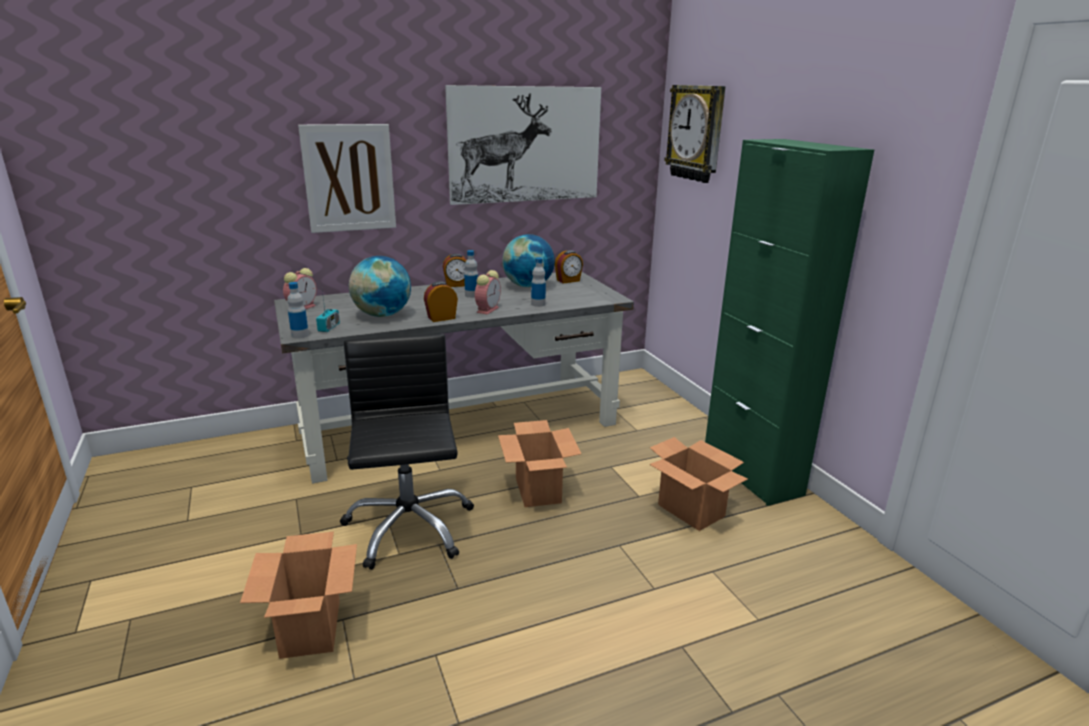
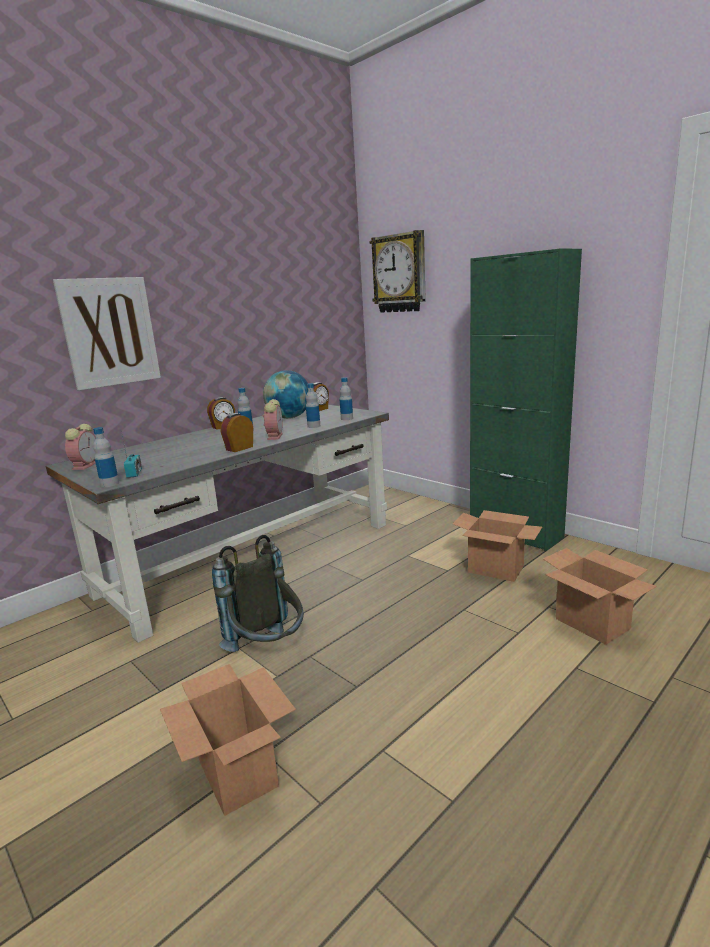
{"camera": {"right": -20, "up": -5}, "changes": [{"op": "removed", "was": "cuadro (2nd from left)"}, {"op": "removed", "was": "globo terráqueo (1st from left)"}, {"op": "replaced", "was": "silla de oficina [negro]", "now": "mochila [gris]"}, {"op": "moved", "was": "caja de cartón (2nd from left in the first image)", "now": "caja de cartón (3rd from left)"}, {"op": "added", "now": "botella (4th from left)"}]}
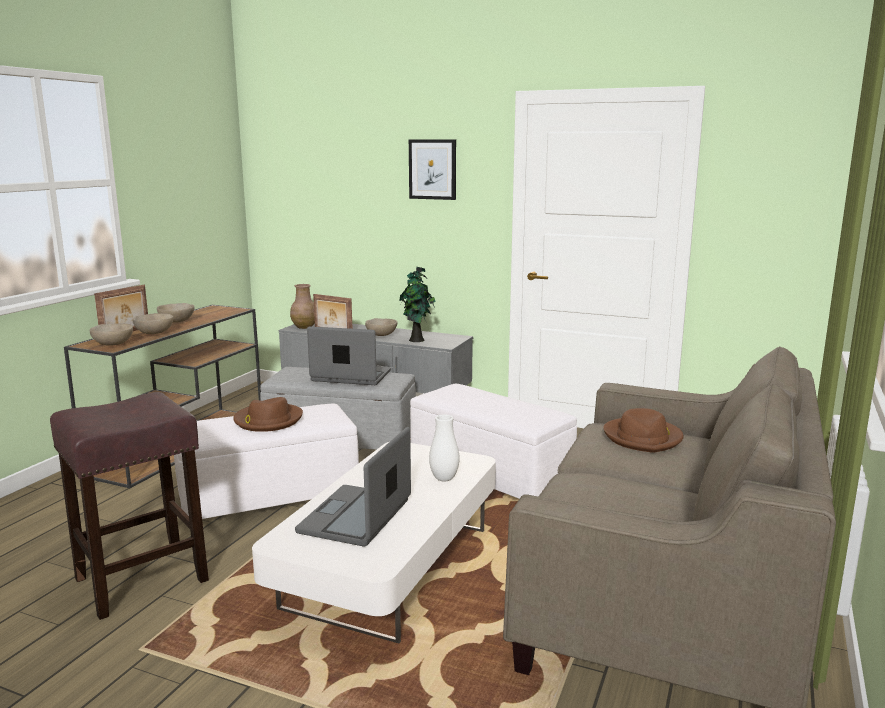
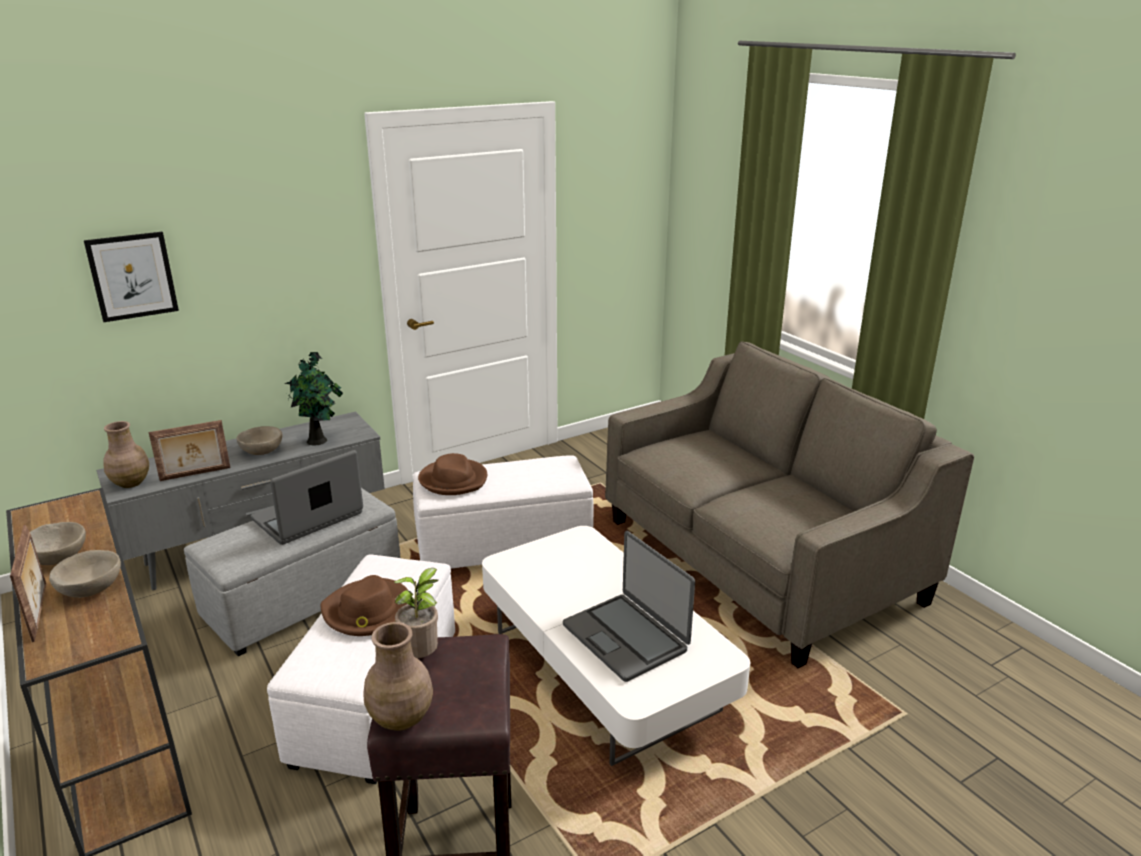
{"camera": {"right": -55, "up": 10}, "changes": [{"op": "moved", "was": "cuadro"}, {"op": "removed", "was": "cuenco [beis] (1st from left)"}, {"op": "moved", "was": "sombrero [marrón] (2nd from left)"}, {"op": "removed", "was": "florero [blanco]"}, {"op": "added", "now": "planta en maceta (2nd from left)"}, {"op": "added", "now": "florero [marrón] (2nd from left)"}]}
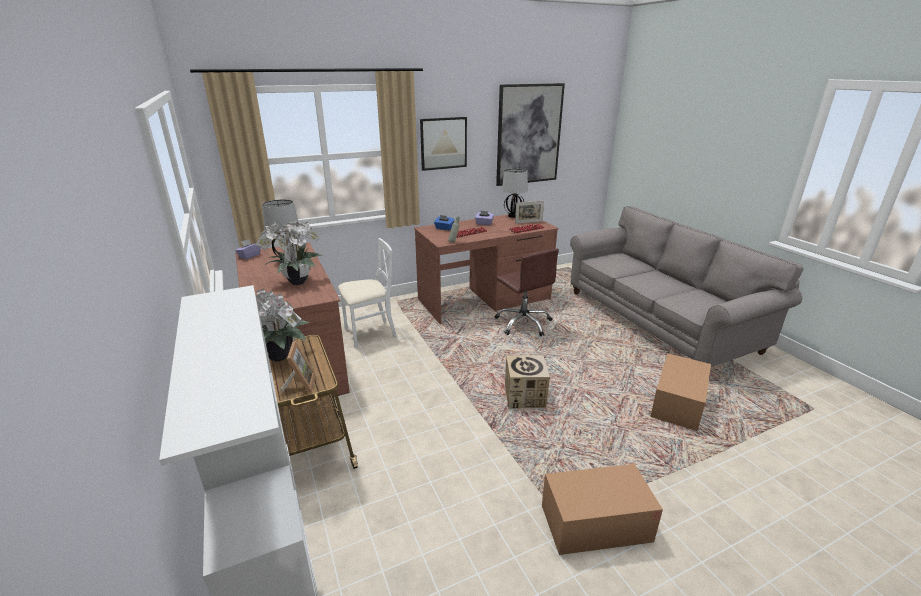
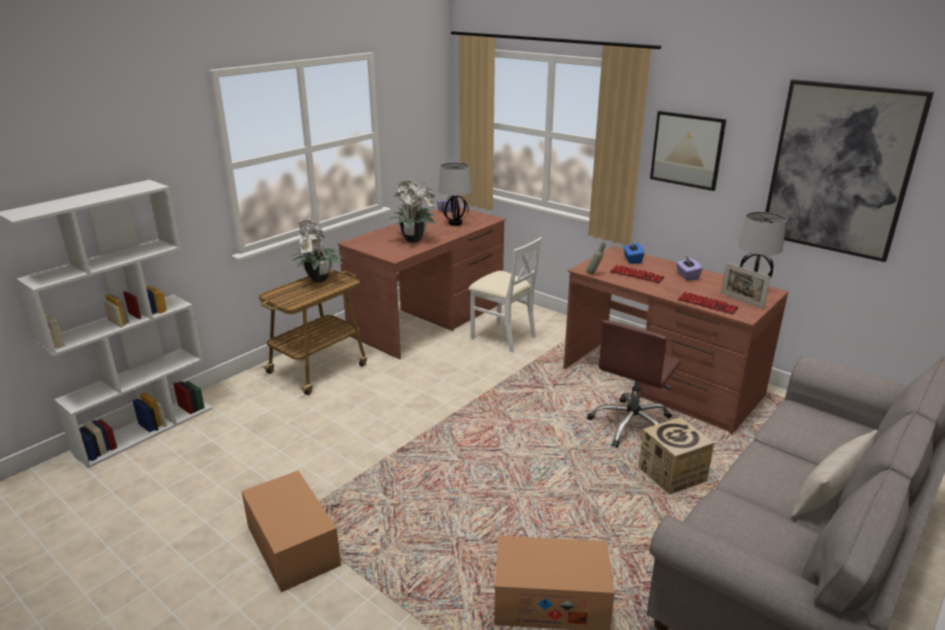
{"camera": {"right": 65, "up": 0}, "changes": [{"op": "removed", "was": "portarretratos (1st from left)"}, {"op": "moved", "was": "caja de cartón (1st from left in the first image)", "now": "caja de cartón (3rd from left)"}, {"op": "added", "now": "cojín [beis]"}]}
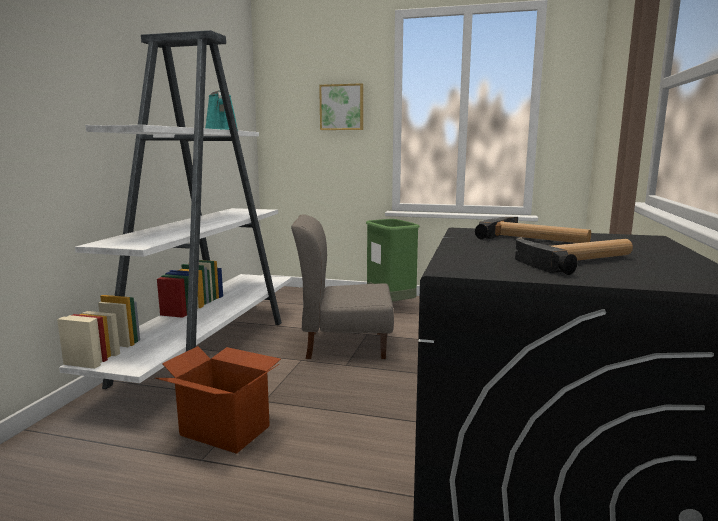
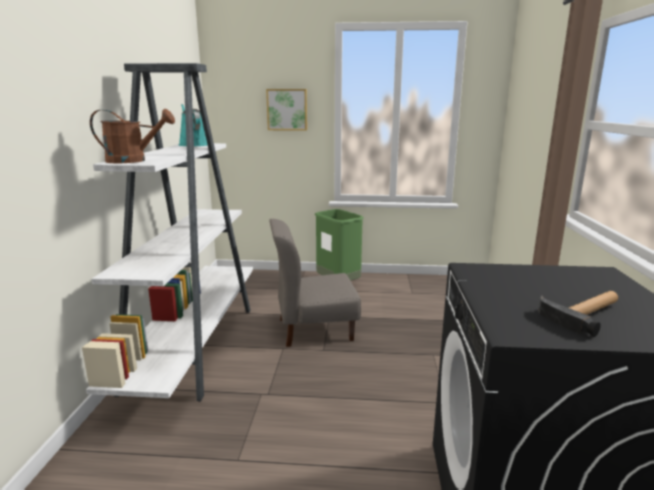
{"camera": {"right": -10, "up": 5}, "changes": [{"op": "removed", "was": "martillo (1st from left)"}, {"op": "removed", "was": "caja de cartón"}, {"op": "added", "now": "regadera [marrón]"}]}
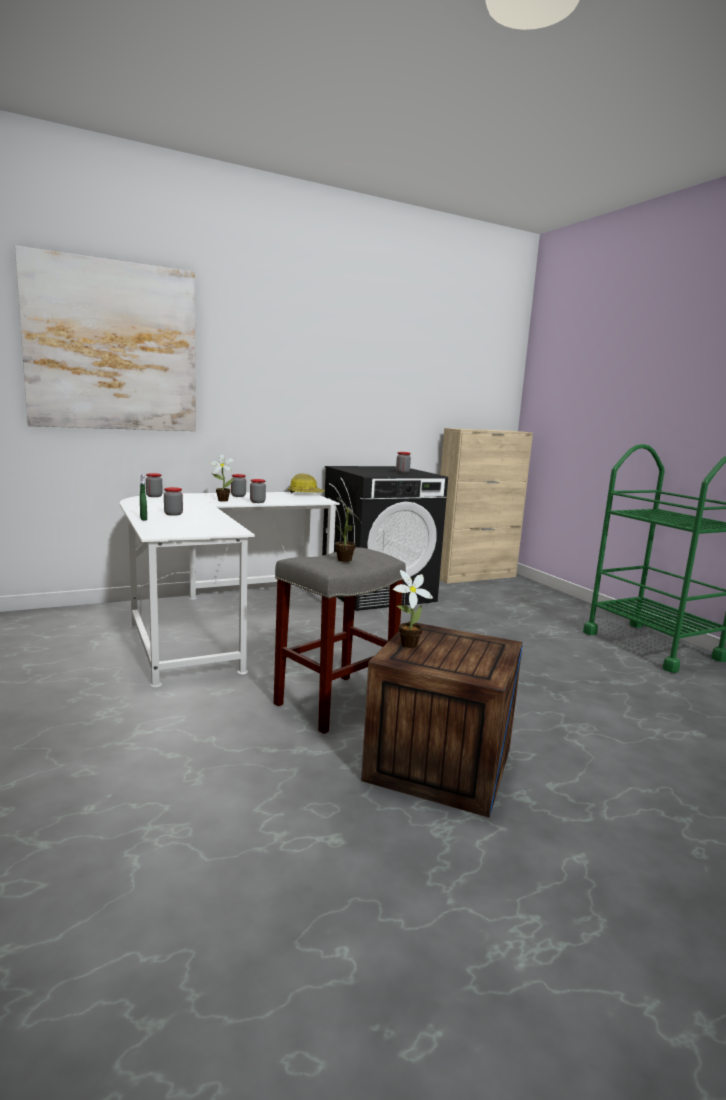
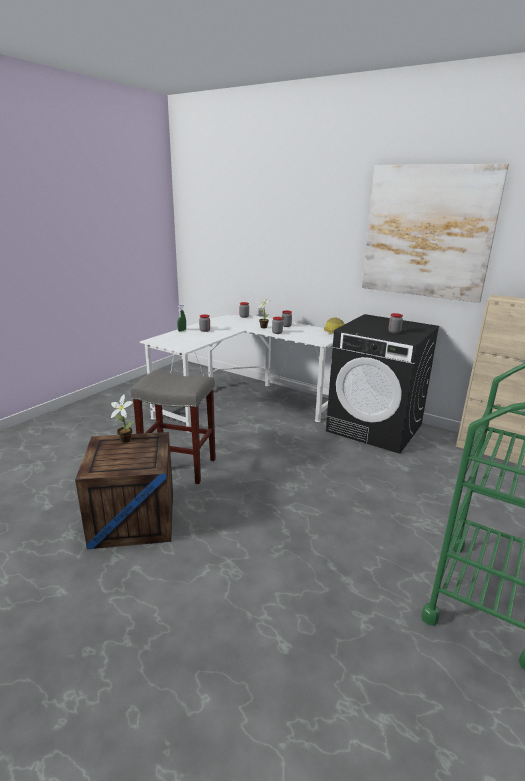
{"camera": {"right": 60, "up": 10}, "changes": [{"op": "moved", "was": "cuadro"}, {"op": "removed", "was": "planta en maceta (2nd from left)"}]}
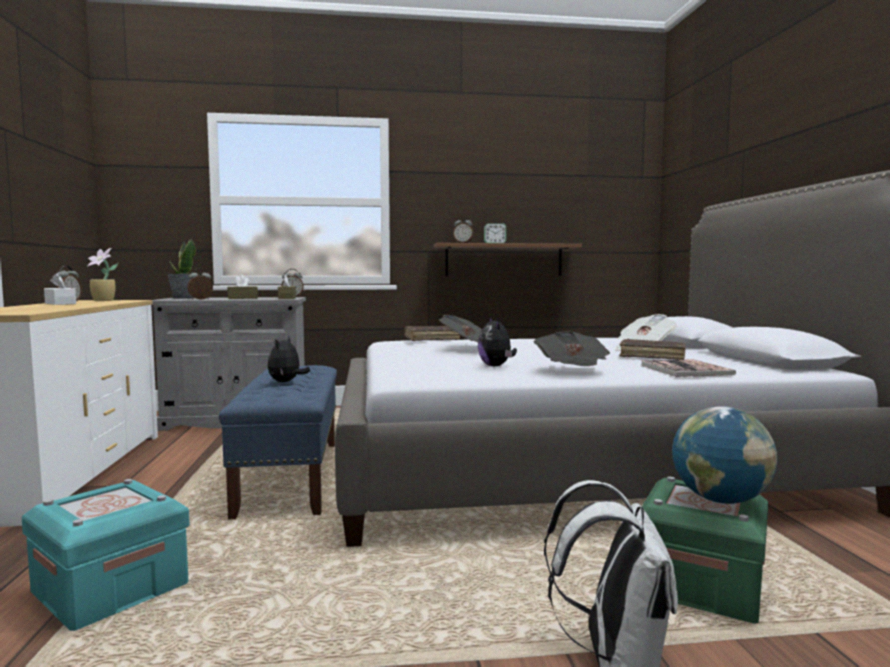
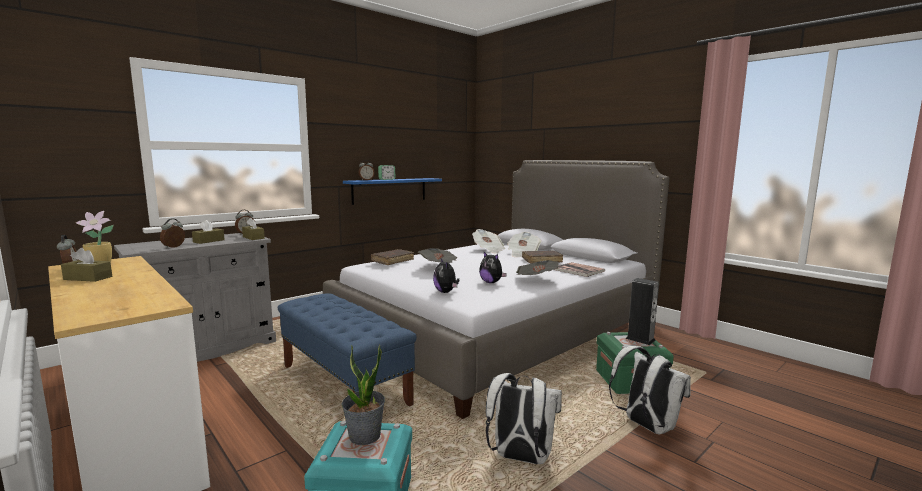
{"camera": {"right": -35, "up": 5}, "changes": [{"op": "moved", "was": "planta en maceta (2nd from left)"}, {"op": "recoloured", "was": "estante [marrón]", "now": "estante [azul]"}, {"op": "recoloured", "was": "caja de pañuelos [blanco]", "now": "caja de pañuelos [marrón] (1st from left)"}, {"op": "moved", "was": "peluche (1st from left)"}, {"op": "replaced", "was": "globo terráqueo", "now": "altavoz"}, {"op": "added", "now": "periódico (2nd from left)"}, {"op": "added", "now": "mochila [blanco] (1st from left)"}]}
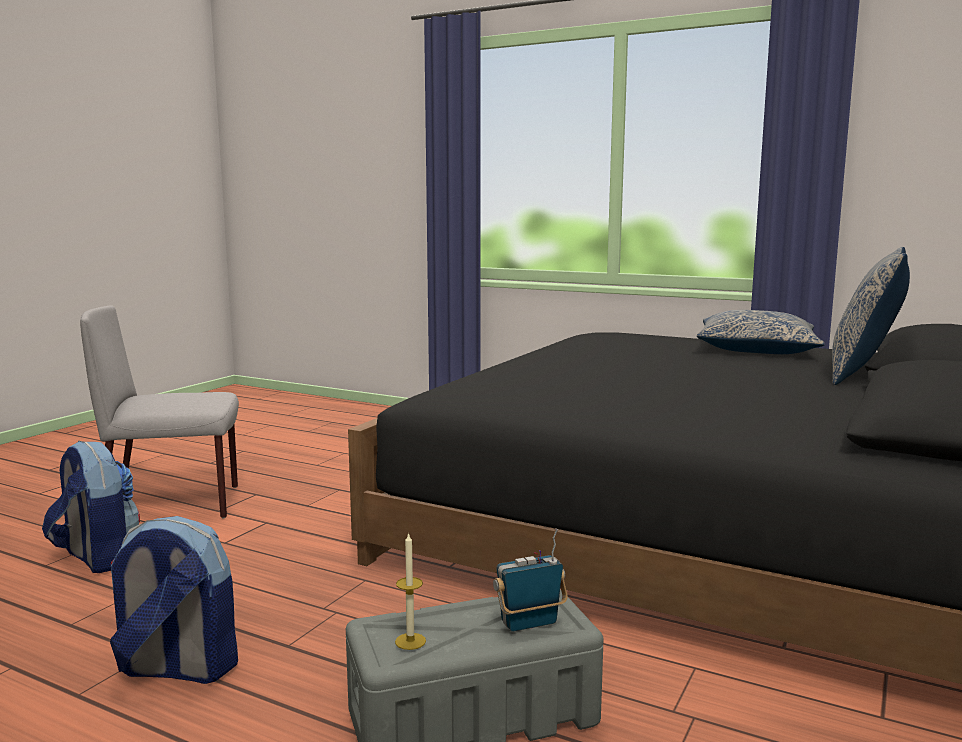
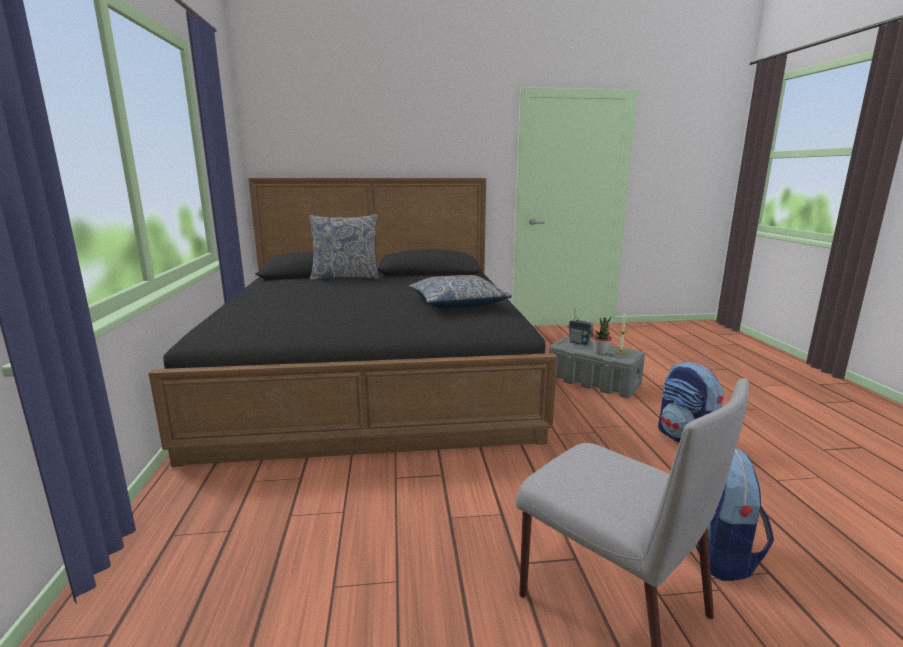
{"camera": {"right": -125, "up": 5}, "changes": [{"op": "moved", "was": "cojín (1st from left in the first image)", "now": "cojín (2nd from left)"}, {"op": "added", "now": "planta en maceta"}]}
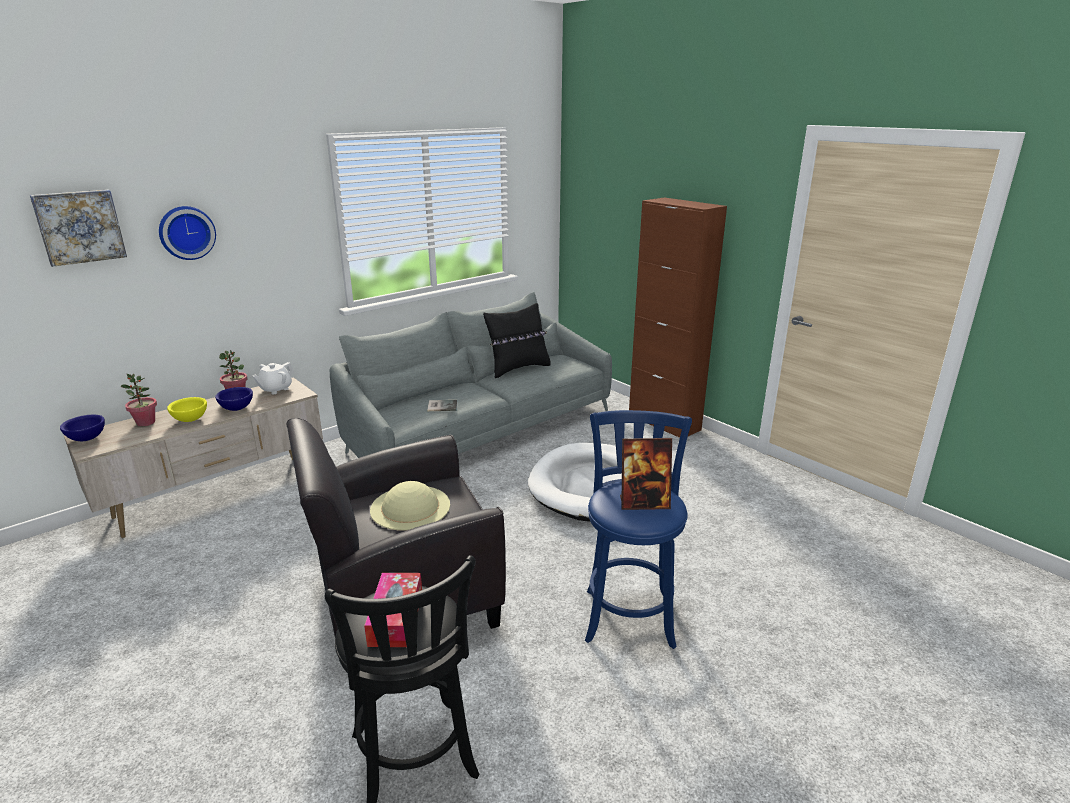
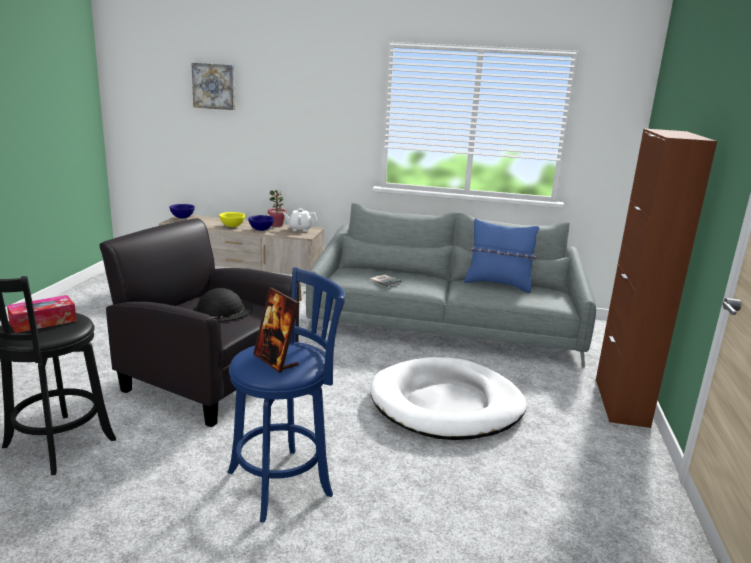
{"camera": {"right": 50, "up": -5}, "changes": [{"op": "removed", "was": "reloj de pared"}, {"op": "recoloured", "was": "cojín [negro]", "now": "cojín [azul]"}, {"op": "removed", "was": "planta en maceta (1st from left)"}, {"op": "recoloured", "was": "sombrero [beis]", "now": "sombrero [negro]"}]}
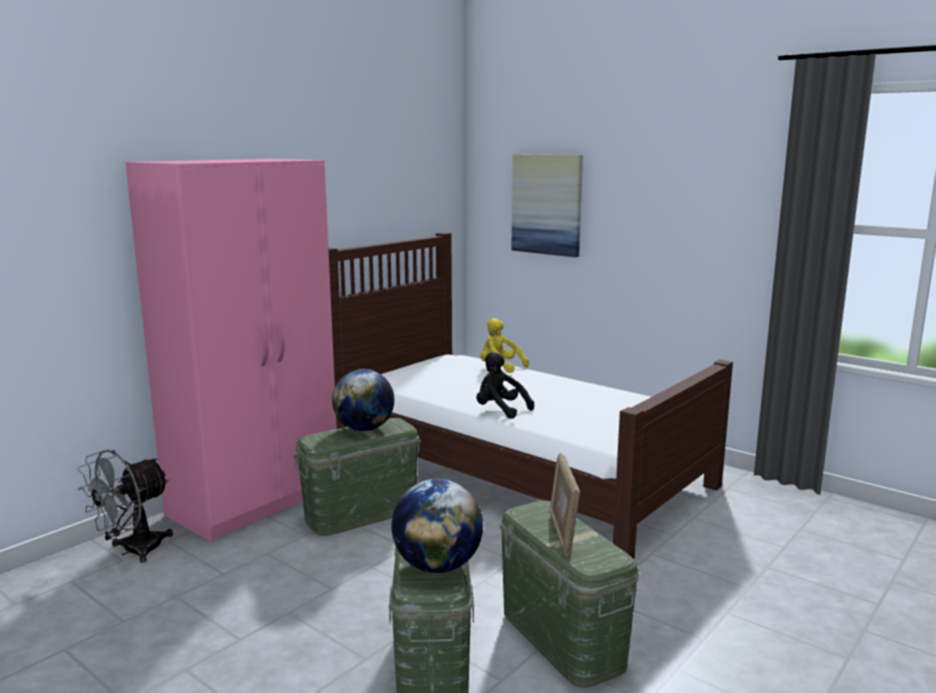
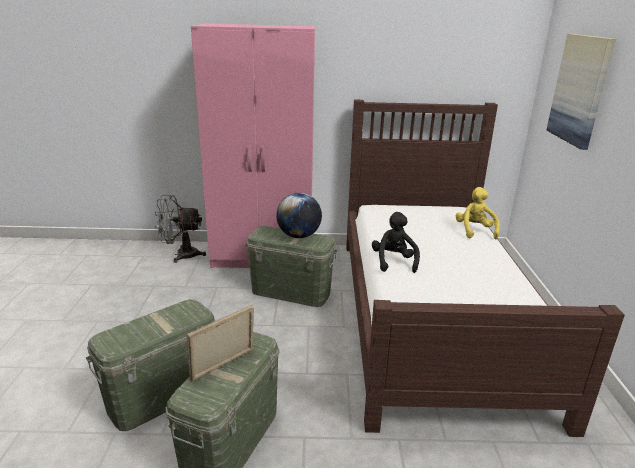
{"camera": {"right": 50, "up": 10}, "changes": [{"op": "removed", "was": "globo terráqueo (2nd from left)"}]}
